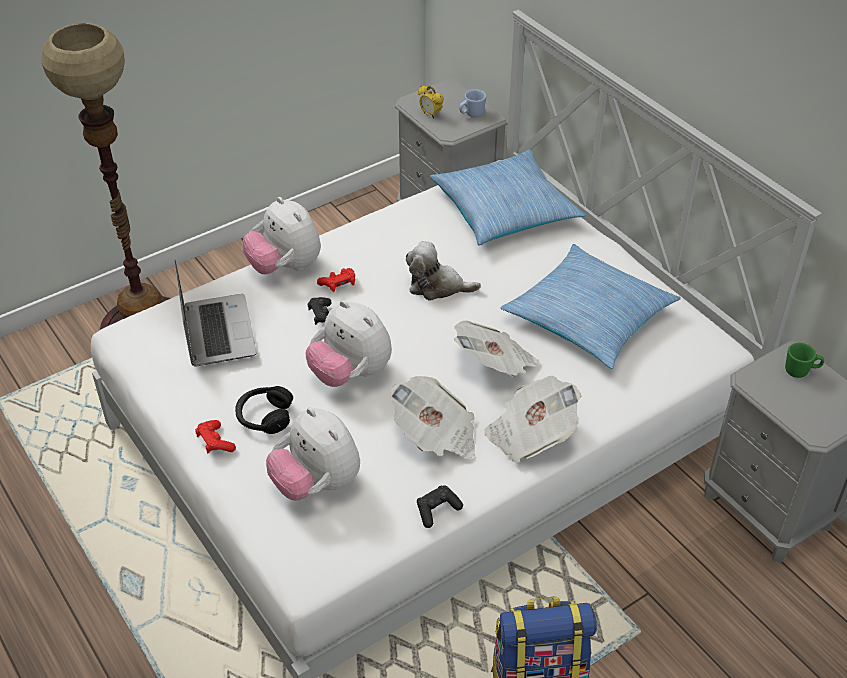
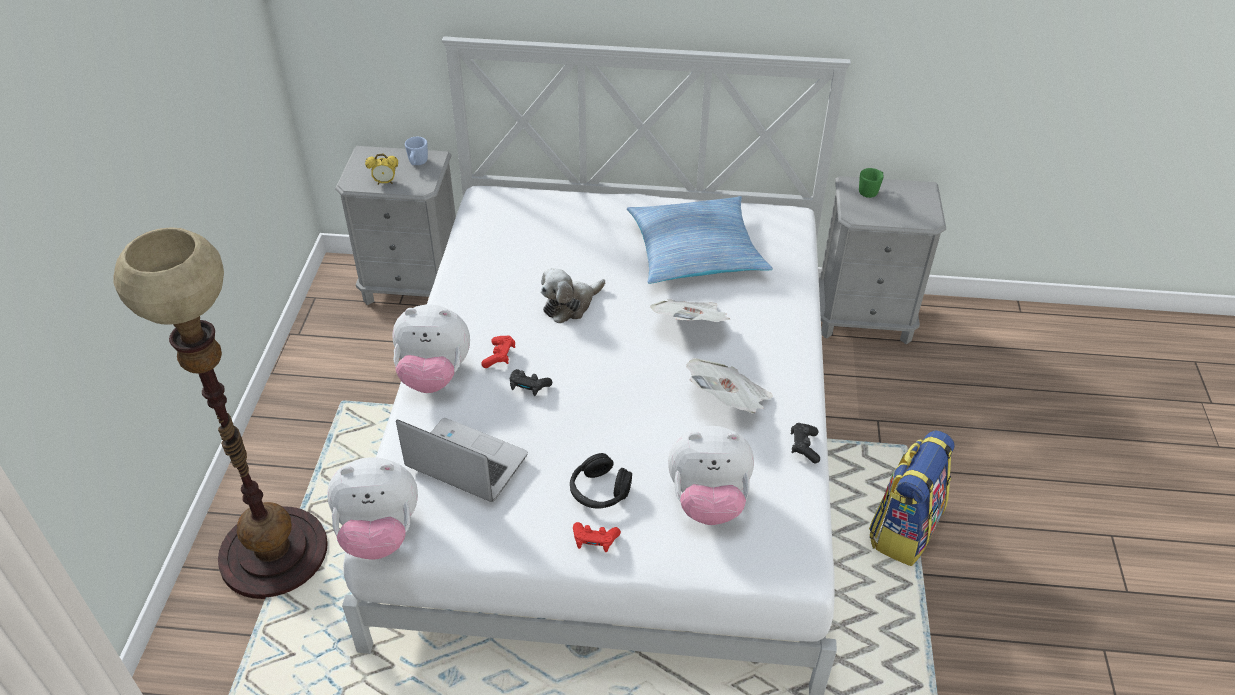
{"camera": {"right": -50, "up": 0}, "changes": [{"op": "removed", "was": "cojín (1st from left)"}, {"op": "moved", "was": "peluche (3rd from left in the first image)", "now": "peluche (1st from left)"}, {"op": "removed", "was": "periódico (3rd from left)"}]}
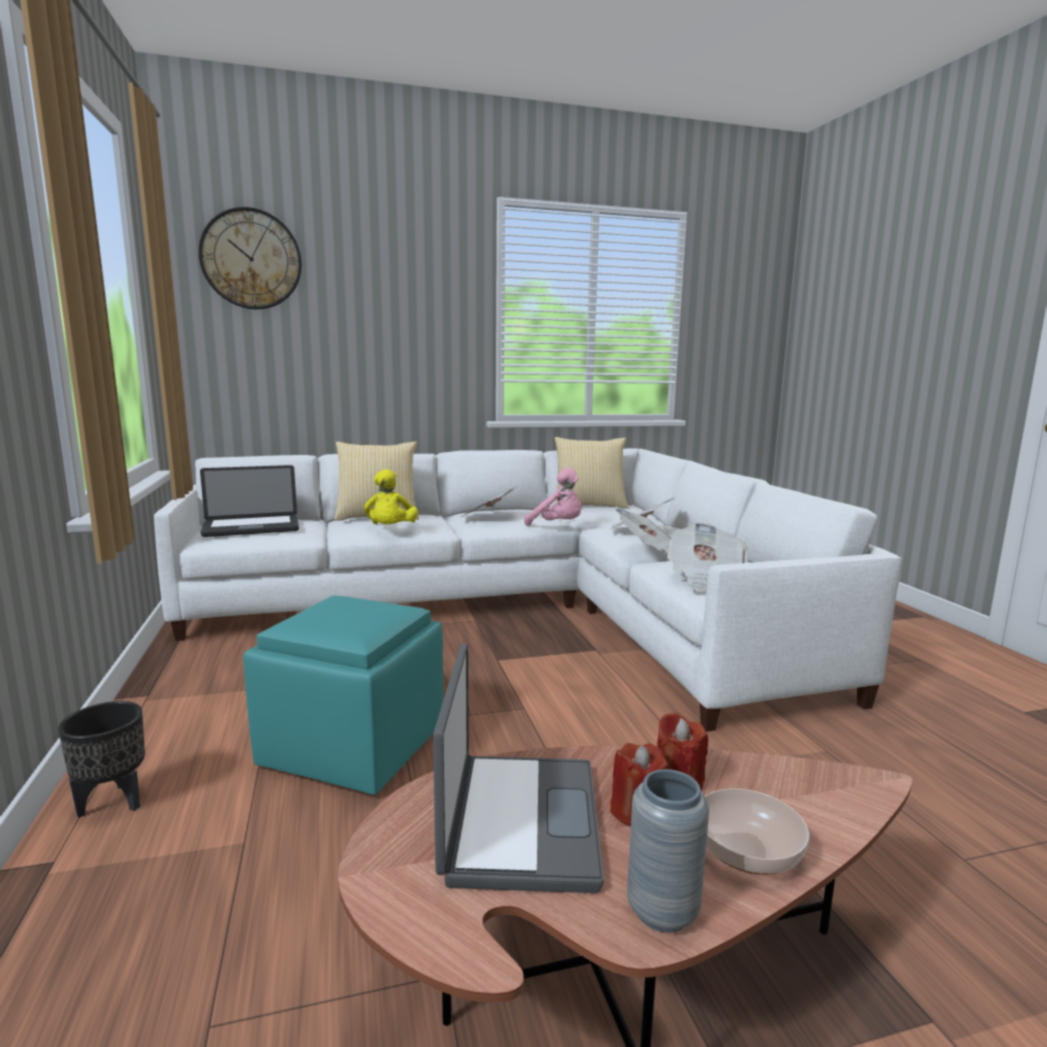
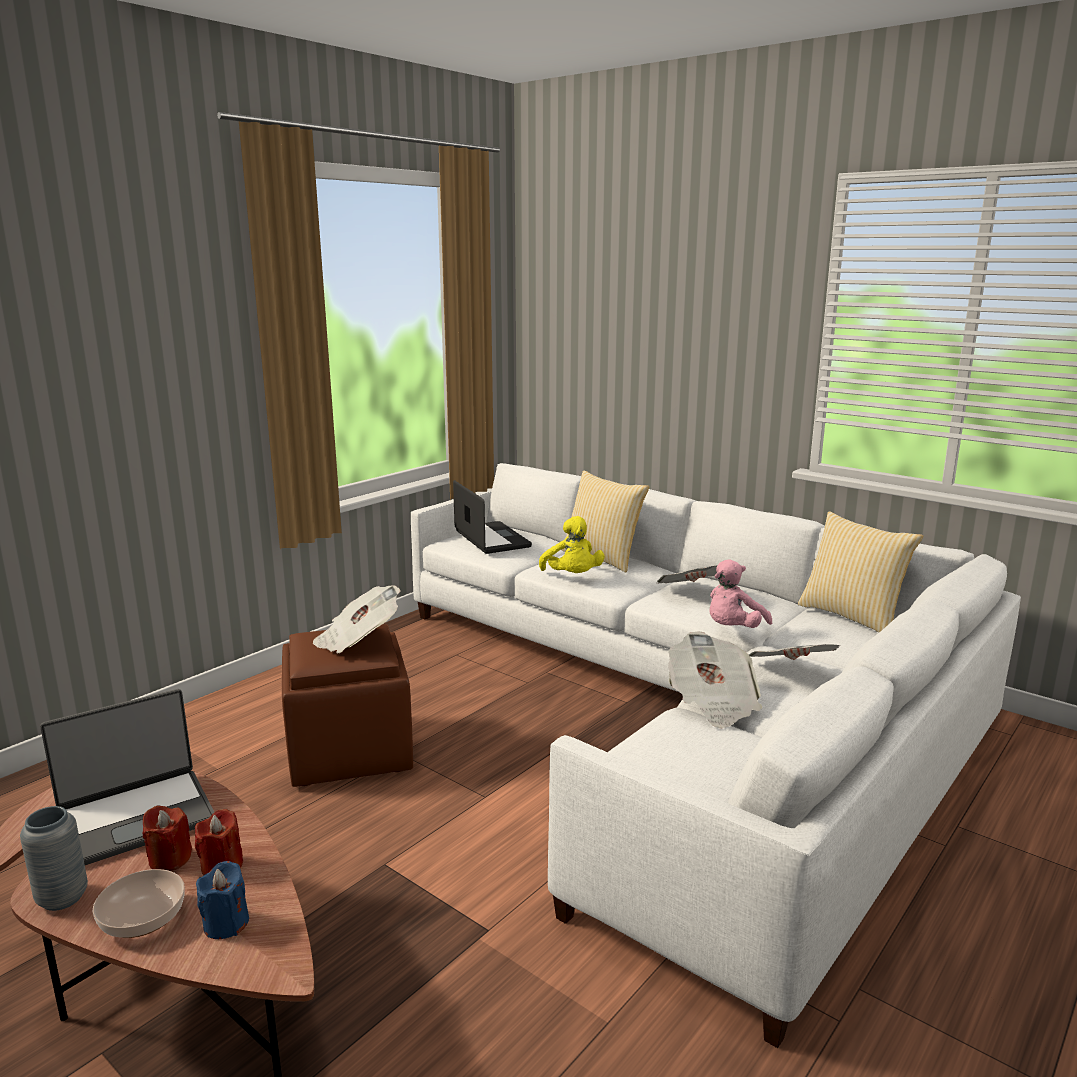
{"camera": {"right": 55, "up": 5}, "changes": [{"op": "removed", "was": "reloj de pared"}, {"op": "turned", "was": "portátil (1st from left in the first image)", "clockwise": -150}, {"op": "turned", "was": "peluche [rosa]", "clockwise": 45}, {"op": "turned", "was": "peluche [amarillo]", "clockwise": -75}, {"op": "moved", "was": "periódico (4th from left in the first image)", "now": "periódico (1st from left)"}, {"op": "recoloured", "was": "puf [turquesa]", "now": "puf [marrón]"}, {"op": "removed", "was": "maceta [negro]"}, {"op": "added", "now": "vela [azul]"}]}
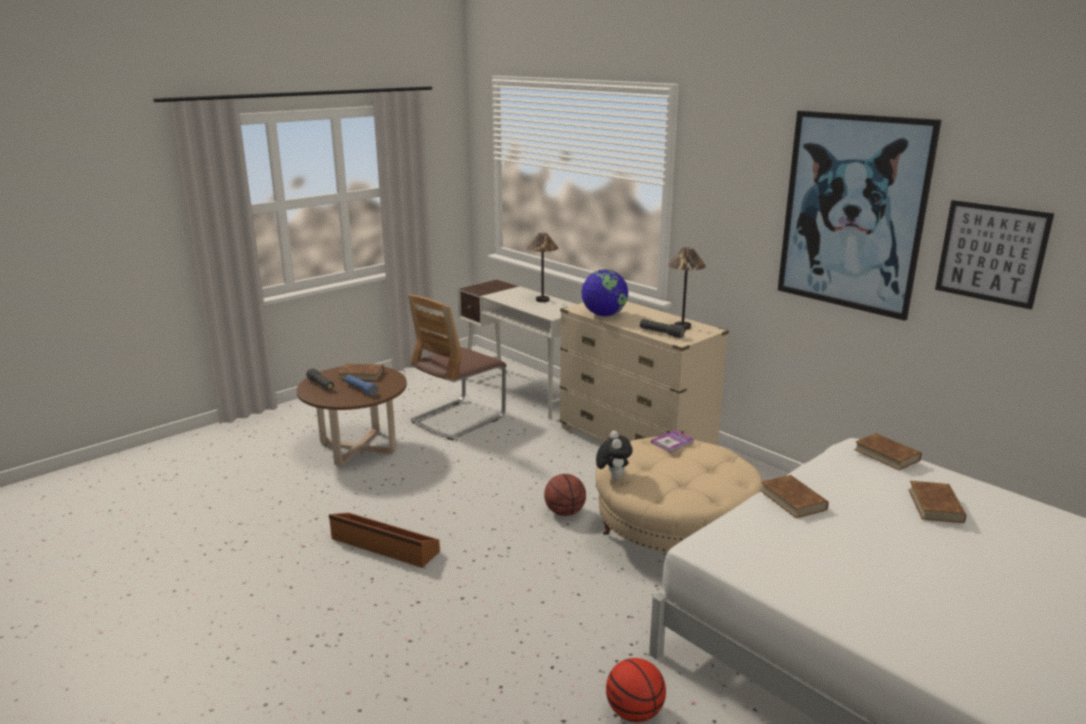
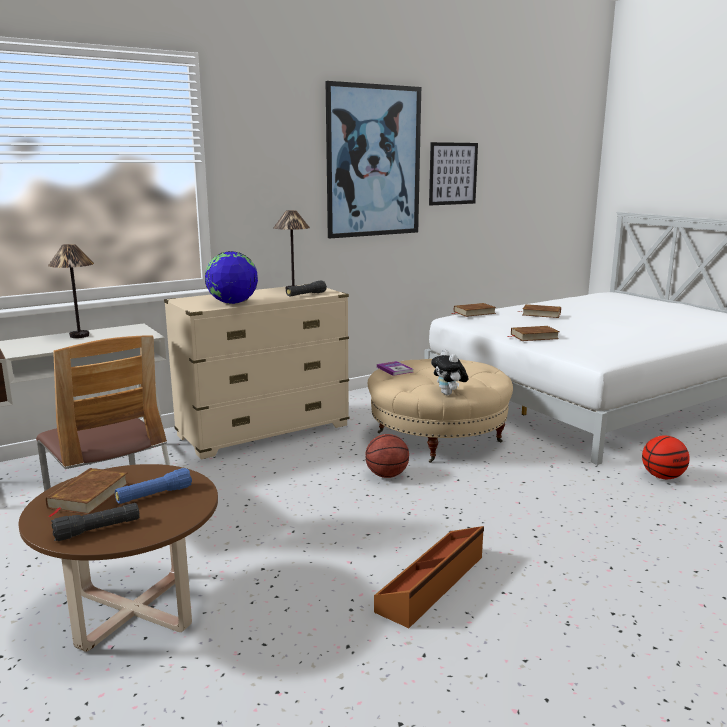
{"camera": {"right": -80, "up": -5}, "changes": [{"op": "turned", "was": "peluche", "clockwise": -120}]}
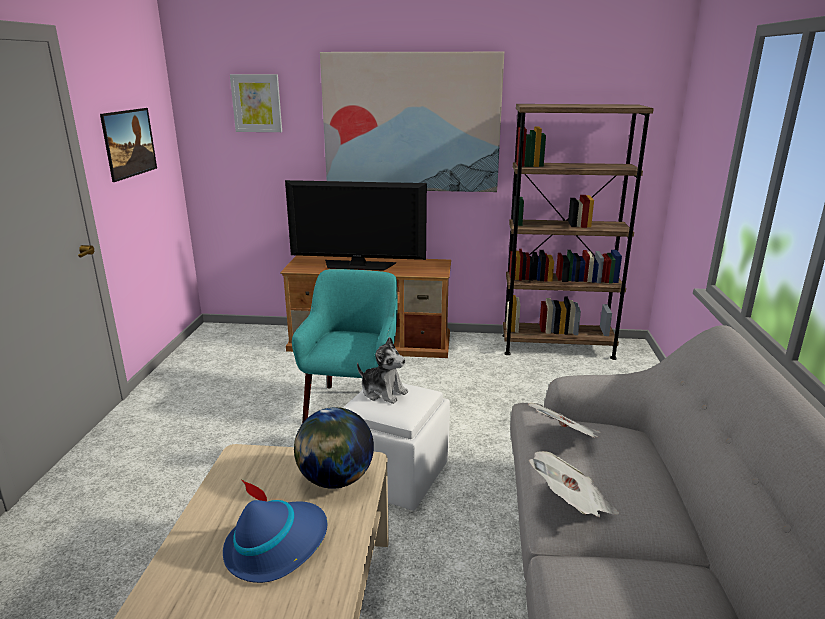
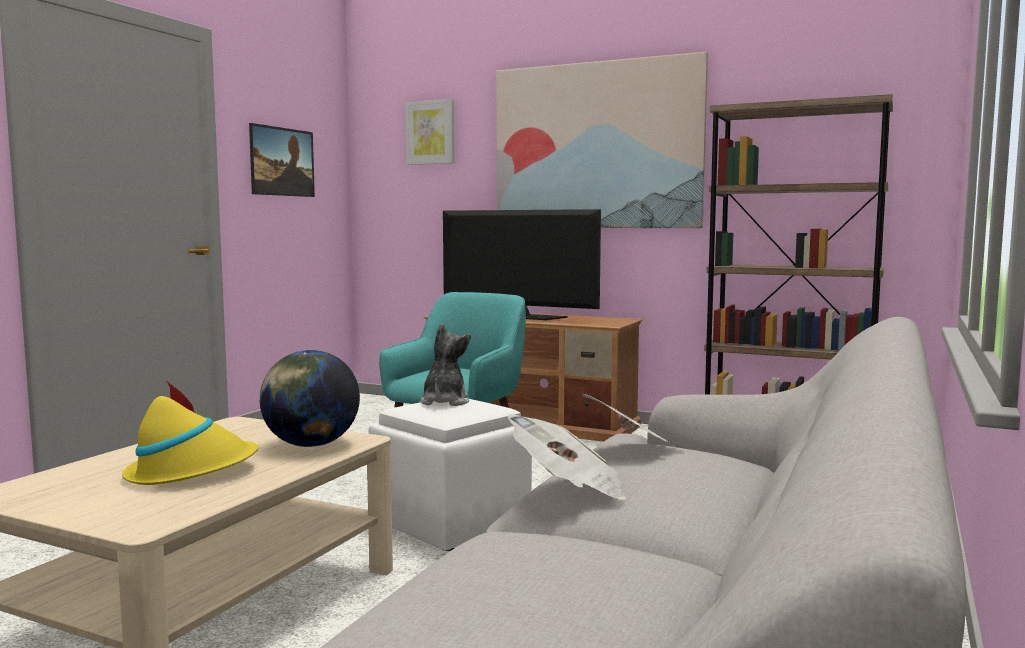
{"camera": {"right": 20, "up": -15}, "changes": [{"op": "turned", "was": "peluche", "clockwise": -135}, {"op": "recoloured", "was": "sombrero [azul]", "now": "sombrero [amarillo]"}]}
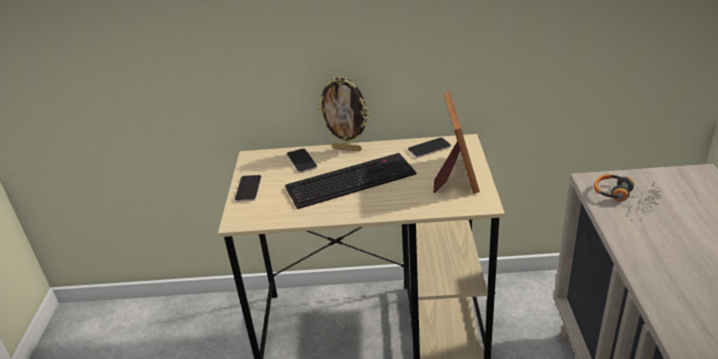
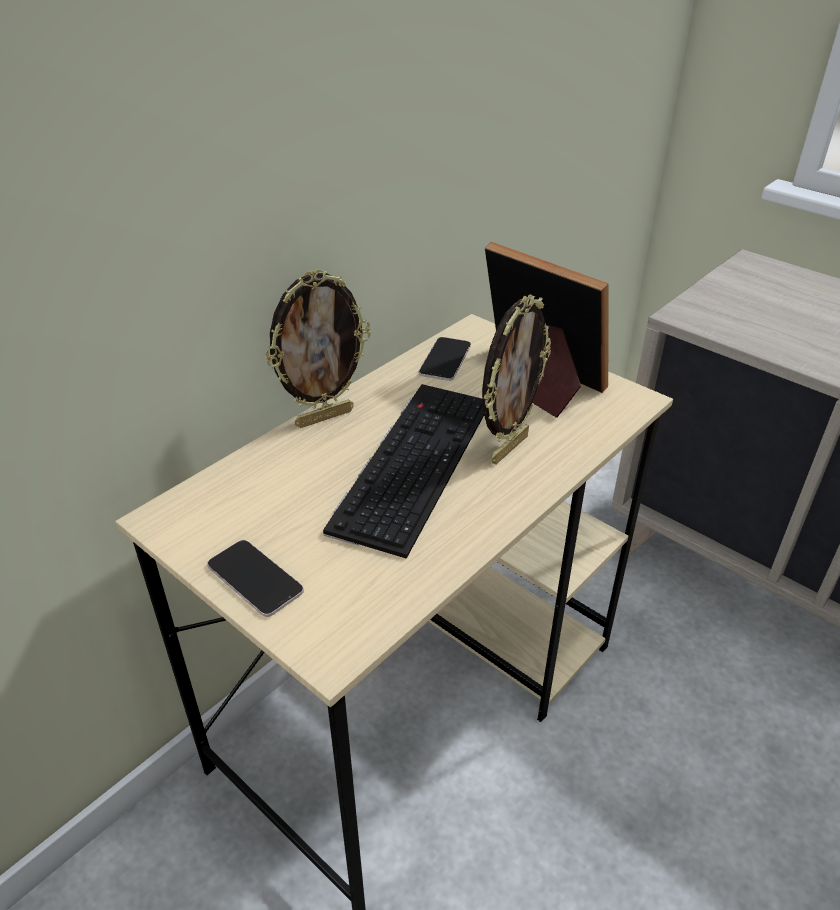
{"camera": {"right": -50, "up": 5}, "changes": [{"op": "removed", "was": "móvil (2nd from left)"}, {"op": "removed", "was": "auriculares"}, {"op": "added", "now": "portarretratos (2nd from left)"}]}
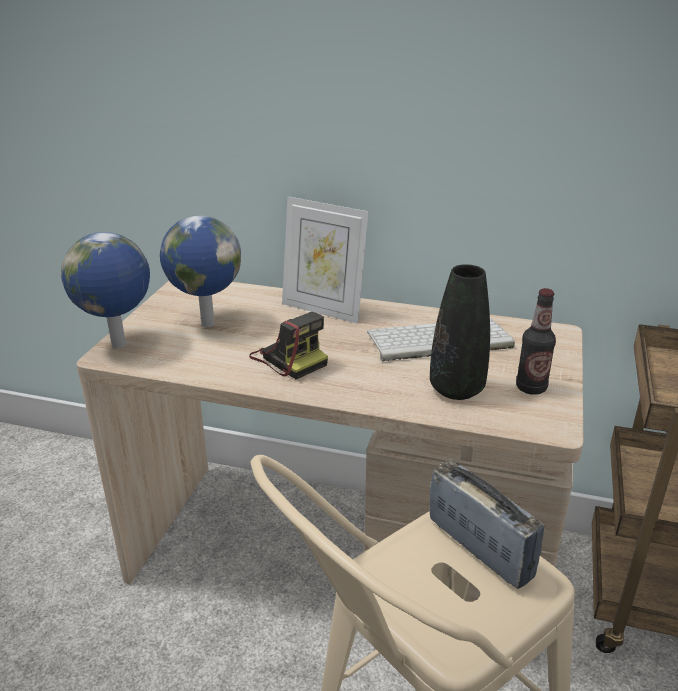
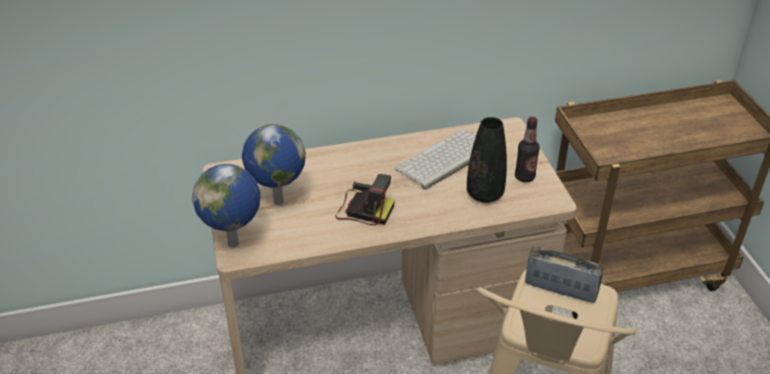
{"camera": {"right": -30, "up": 10}, "changes": [{"op": "removed", "was": "portarretratos"}]}
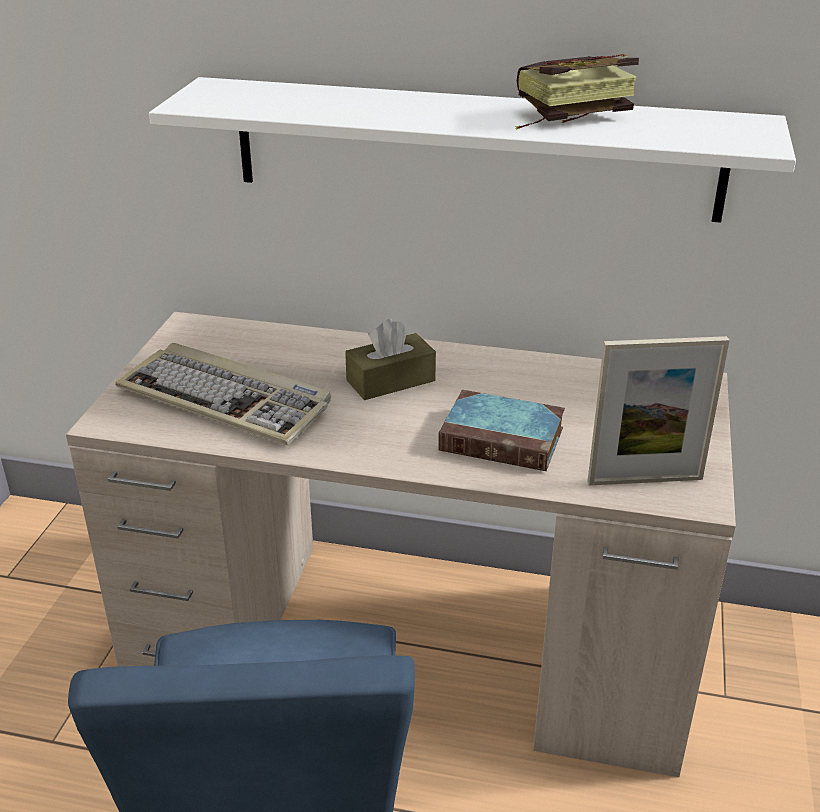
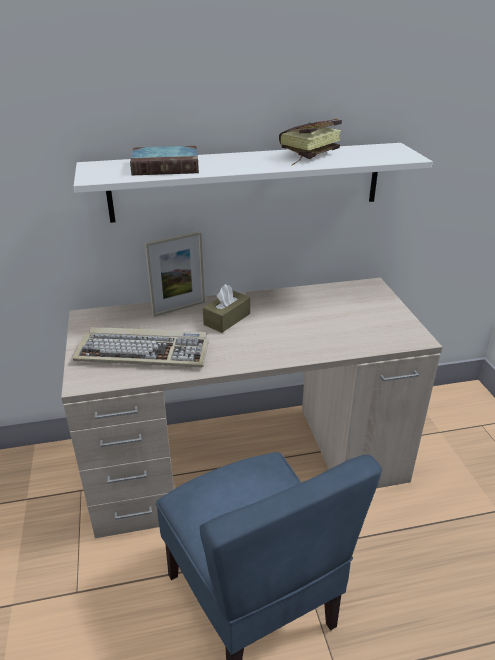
{"camera": {"right": -25, "up": 0}, "changes": [{"op": "moved", "was": "portarretratos"}, {"op": "moved", "was": "libro (1st from left)"}]}
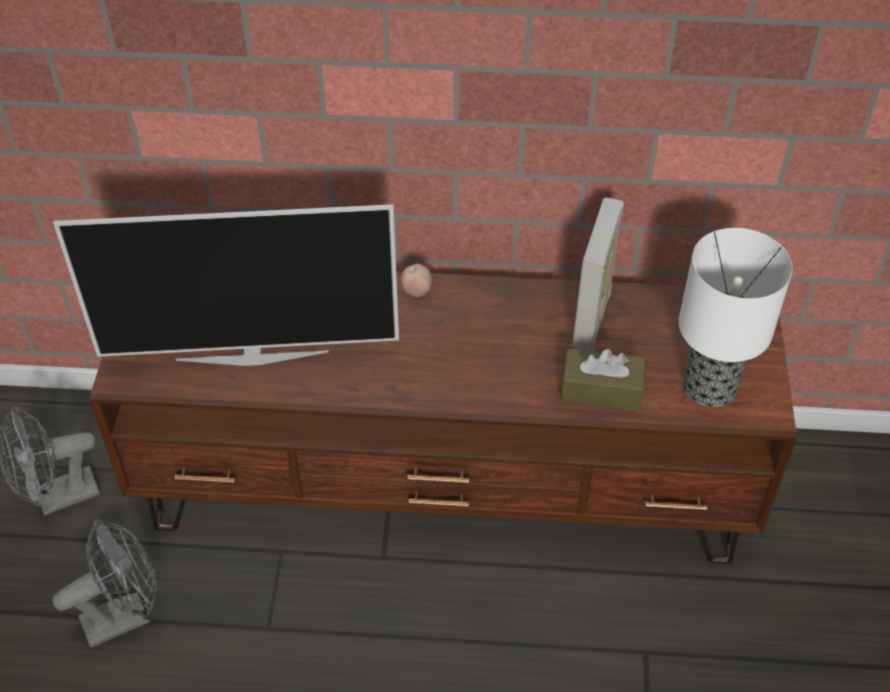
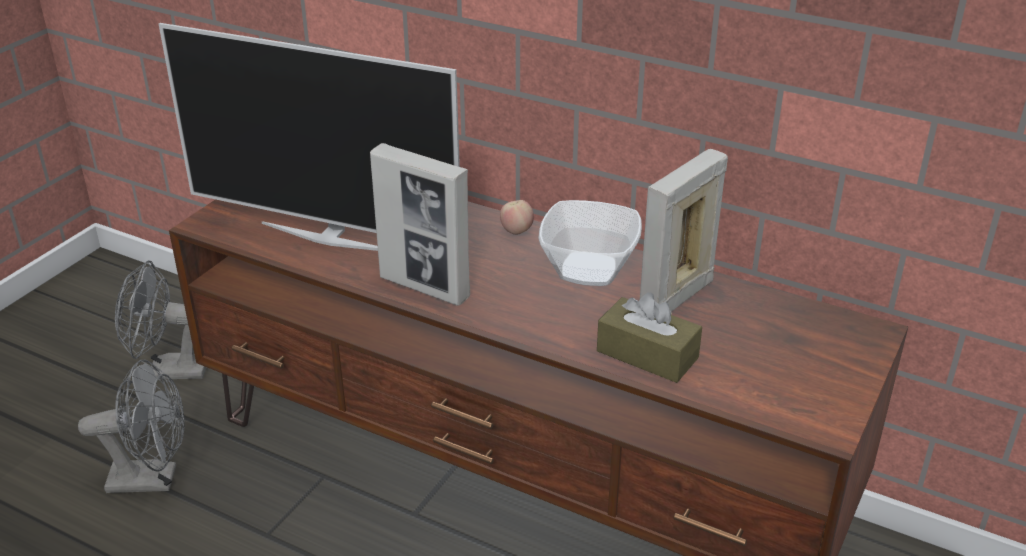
{"camera": {"right": 25, "up": -15}, "changes": [{"op": "removed", "was": "lámpara de mesa"}, {"op": "added", "now": "portarretratos (1st from left)"}, {"op": "added", "now": "cuenco"}]}
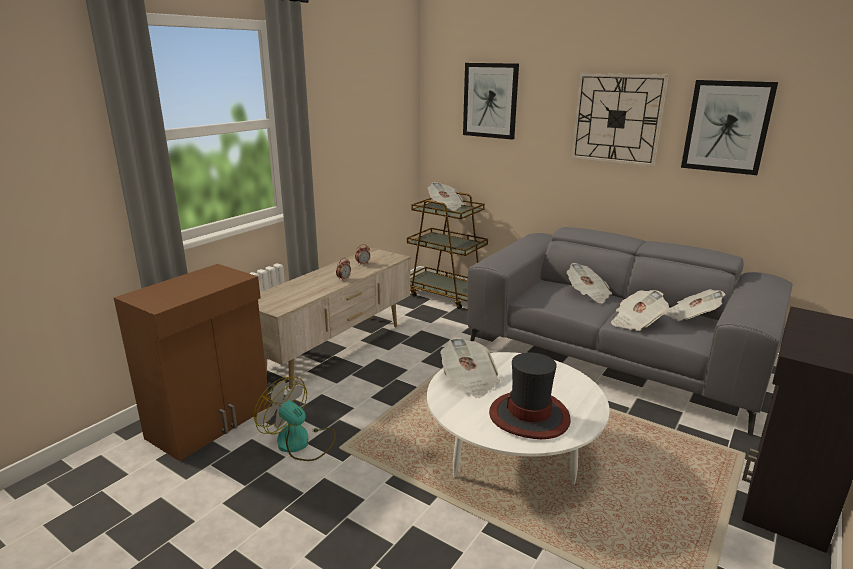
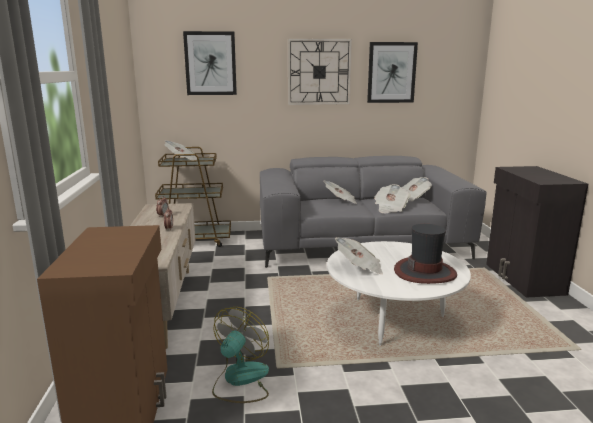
{"camera": {"right": -40, "up": -5}, "changes": [{"op": "turned", "was": "ventilador", "clockwise": 120}]}
